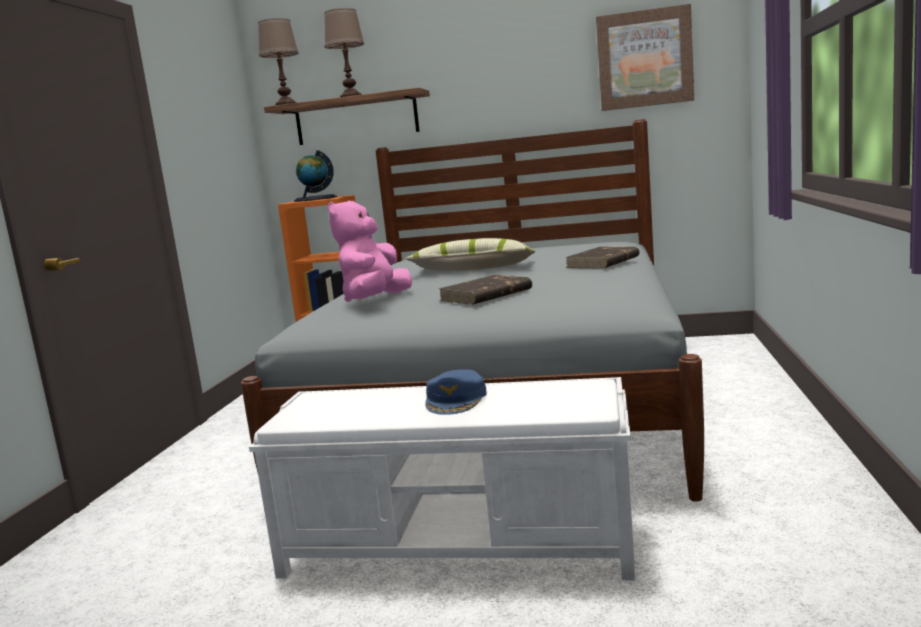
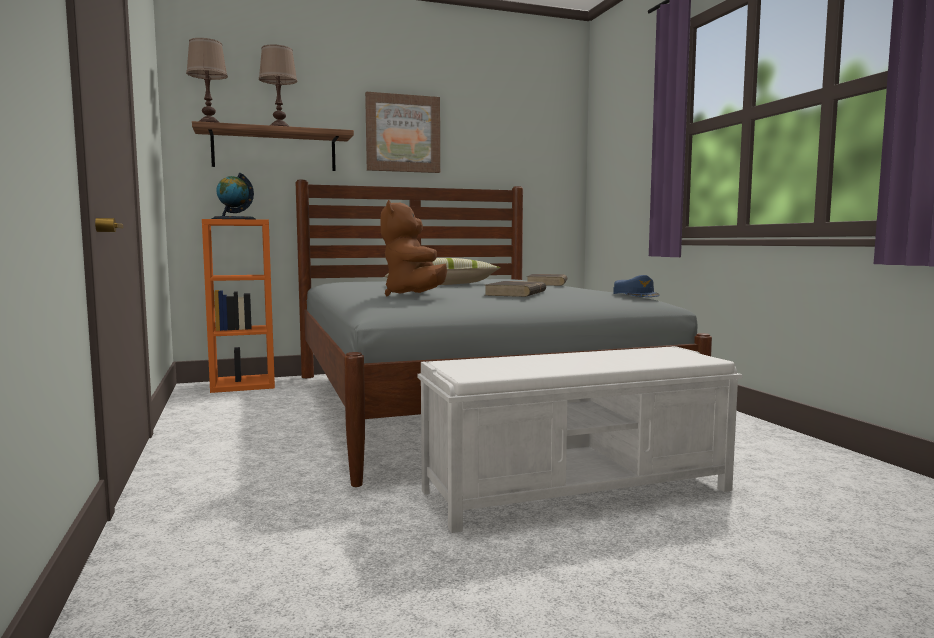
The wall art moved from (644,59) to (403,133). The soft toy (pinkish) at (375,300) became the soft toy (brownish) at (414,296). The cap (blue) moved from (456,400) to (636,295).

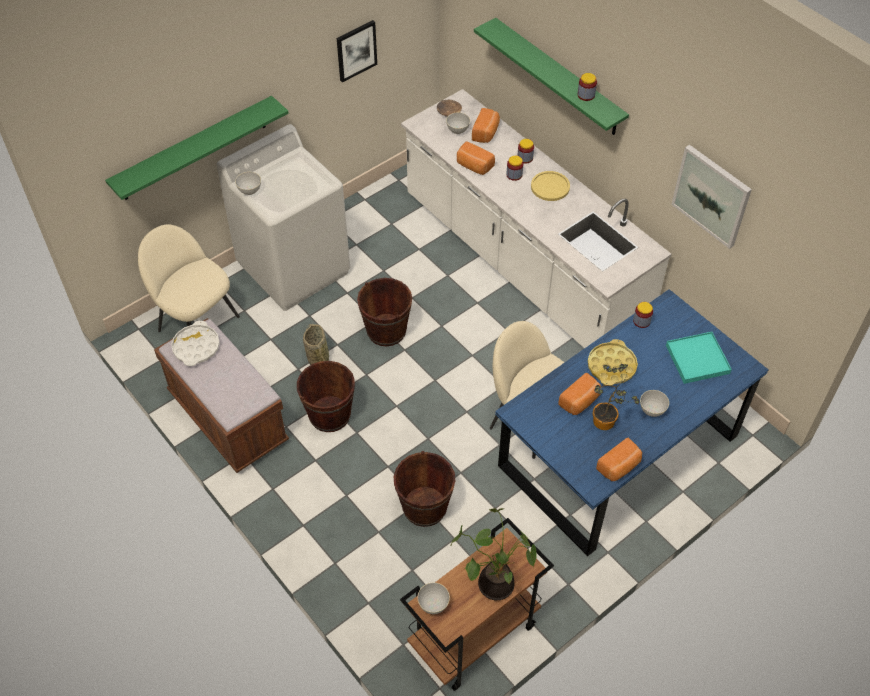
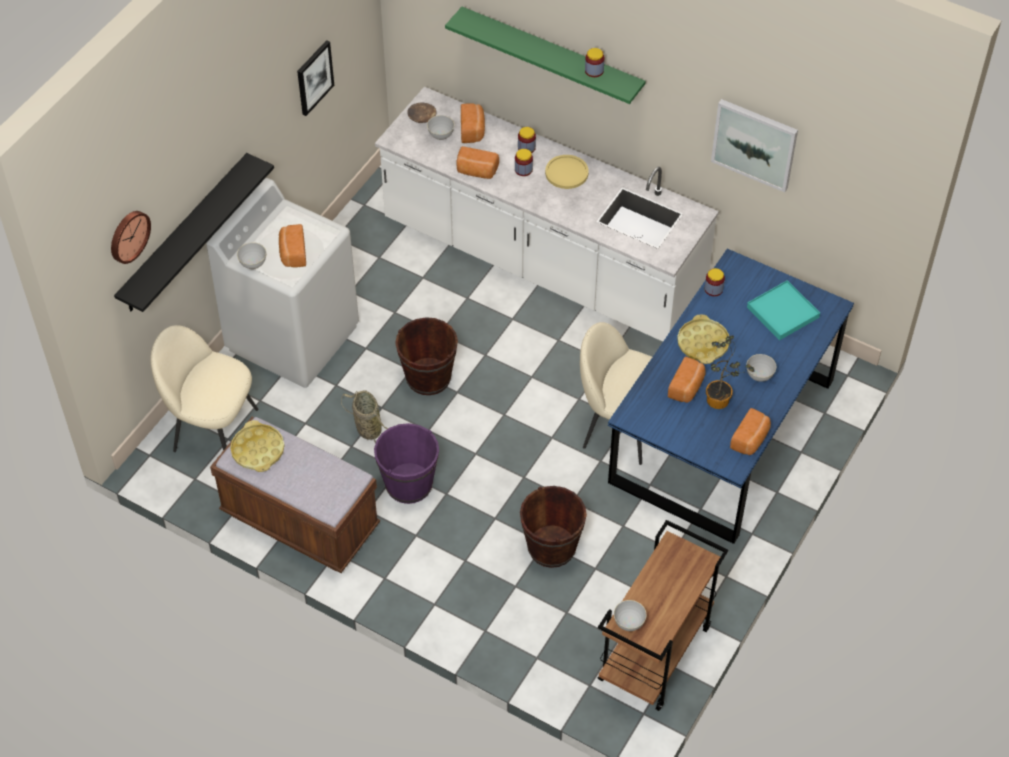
The hanging clock at (128,236) appeared. The bracket shelf (green) at (194,149) became the bracket shelf (black-coloured) at (185,234). The carrying tray (whitish) at (196,347) became the carrying tray (yellow-coloured) at (258,450). The baked bread at (292,253) appeared. The bucket (brownish) at (329,415) became the bucket (purple-coloured) at (409,484). The houseplant at (494,582) disappeared.

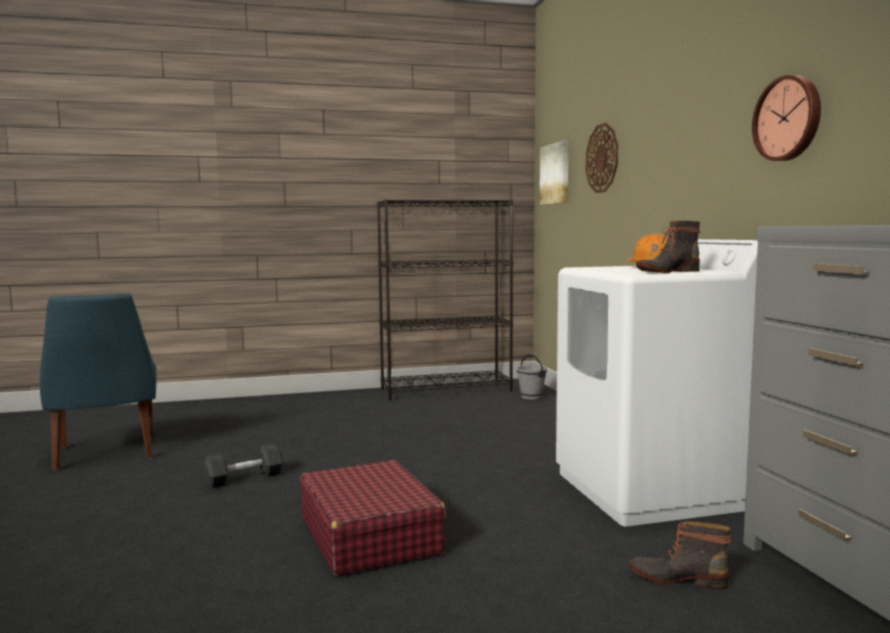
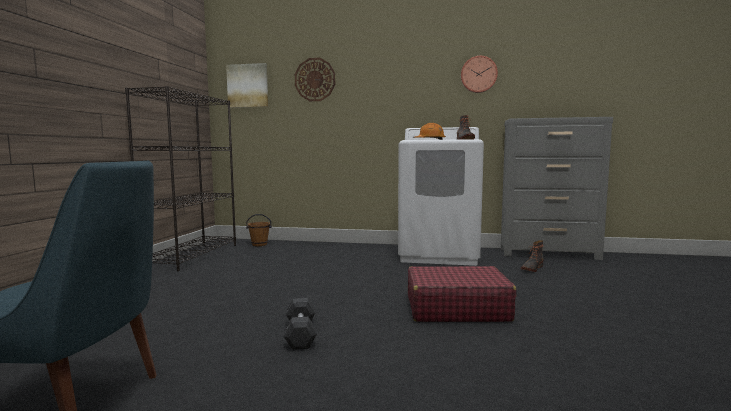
The bucket (gray) at (531,397) became the bucket (brownish) at (259,244).

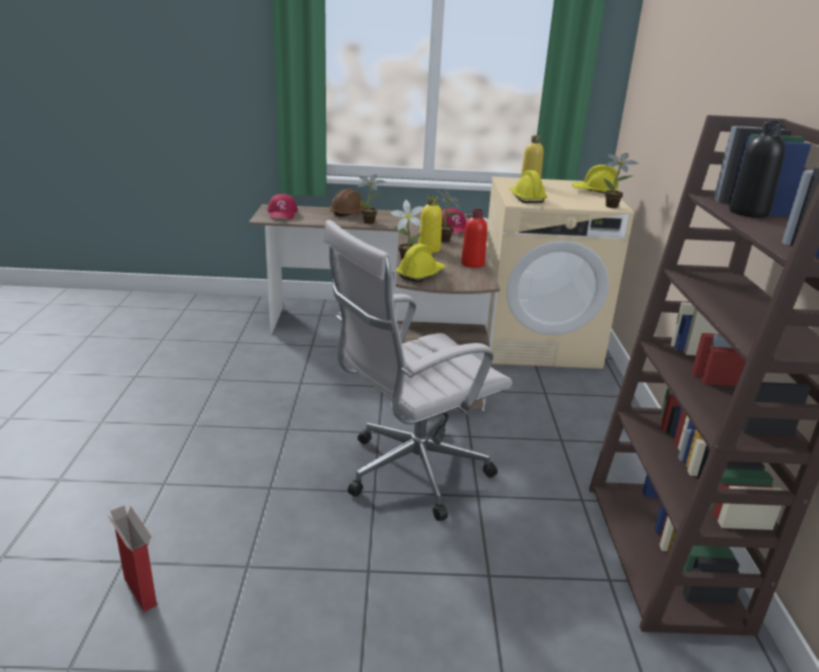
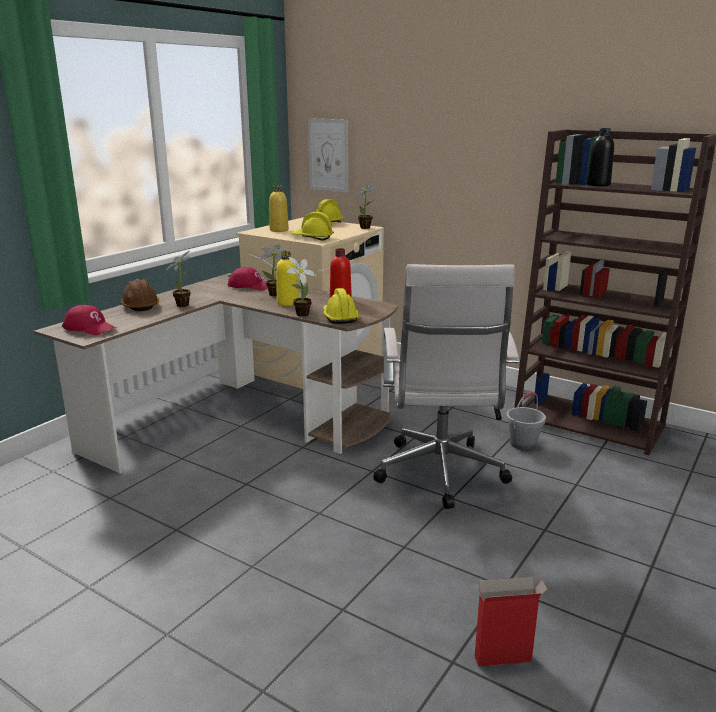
The wall art at (328,155) appeared. The bucket (gray) at (523,444) appeared.

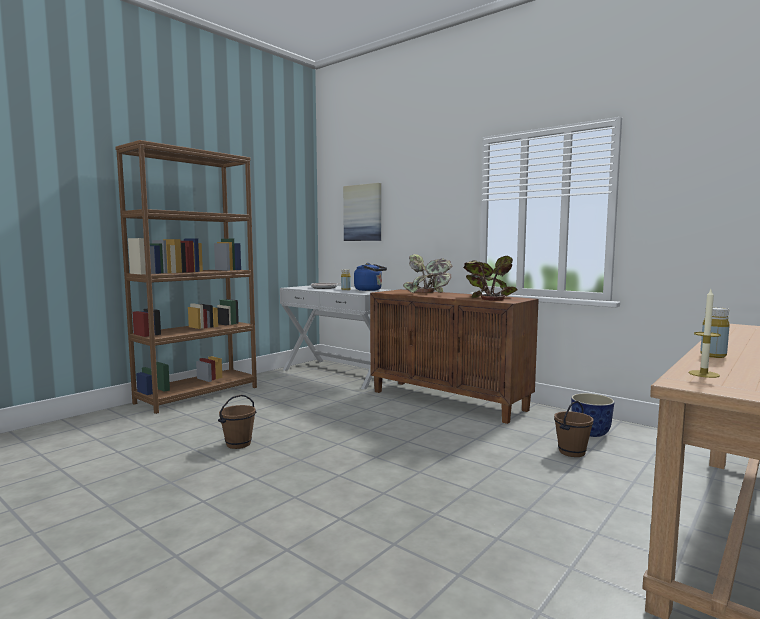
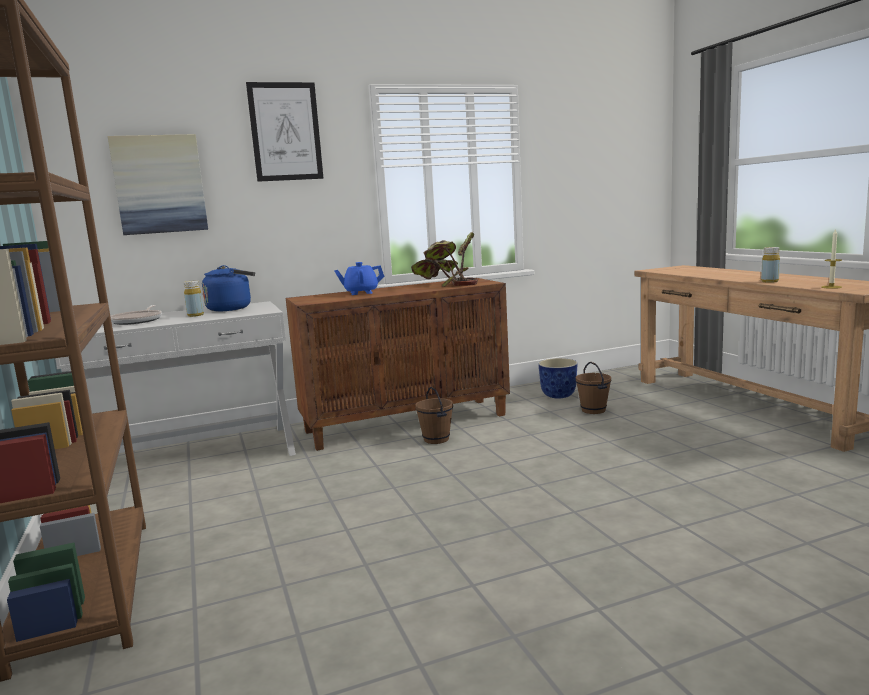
The wall art at (285,132) appeared. The houseplant at (429,293) was replaced by the pot for tea (blue) at (361,293). The bucket (brownish) moved from (238,444) to (437,439).

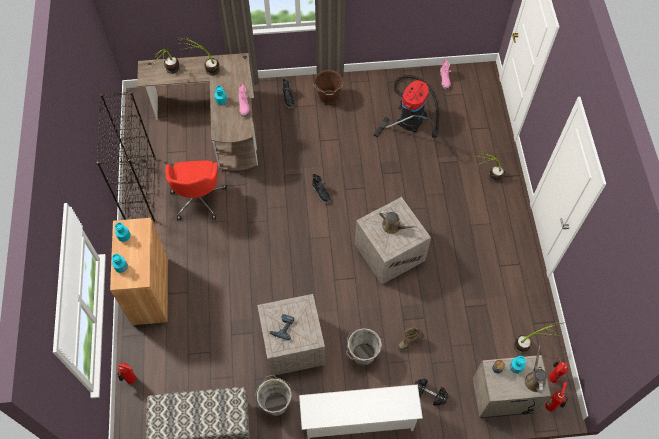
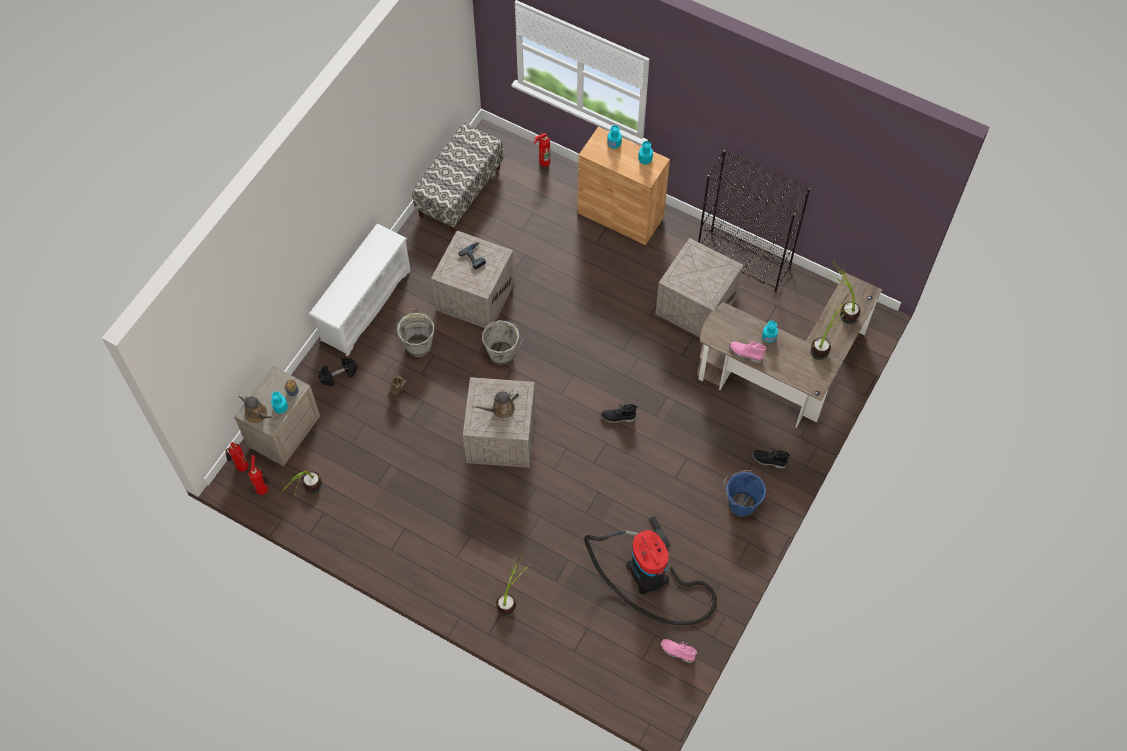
The bucket (gray) moved from (275,403) to (502,354). The office chair (red-coloured) at (198,198) was replaced by the packing crate at (696,304). The bucket (brownish) at (328,98) became the bucket (blue) at (741,504).

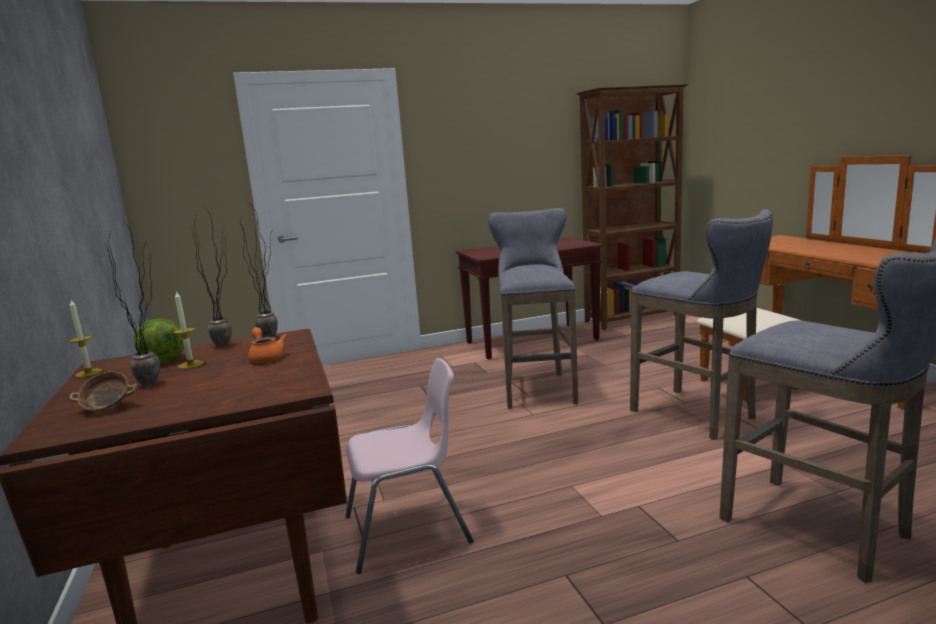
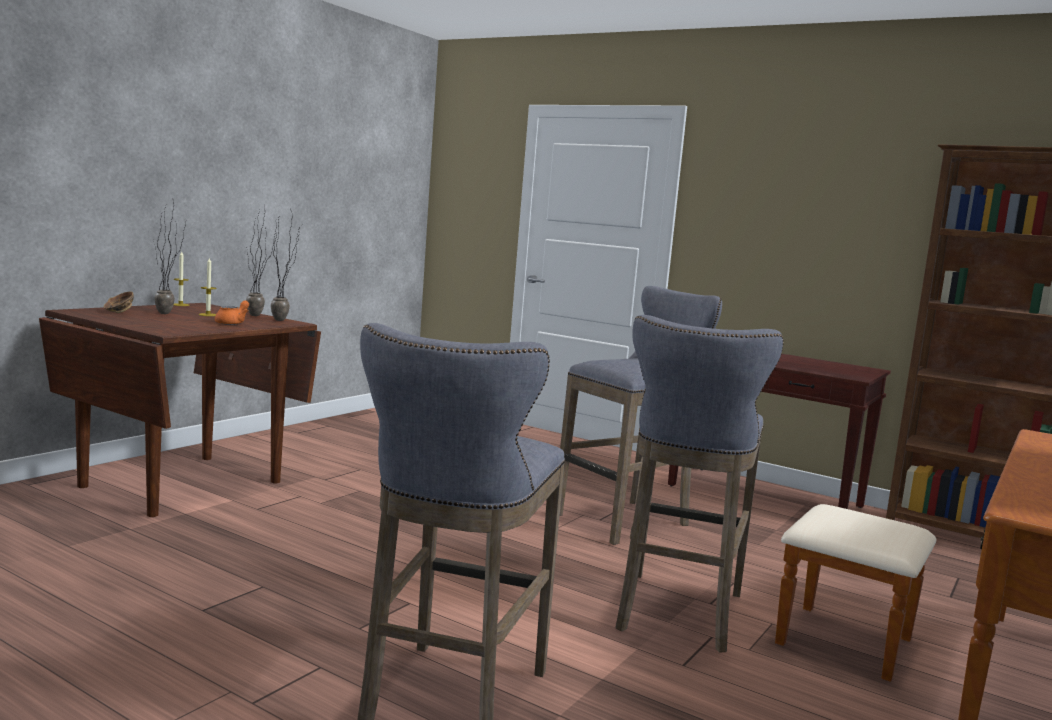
The lettuce head at (160,359) disappeared. The upright chair (pinkish) at (409,530) disappeared.

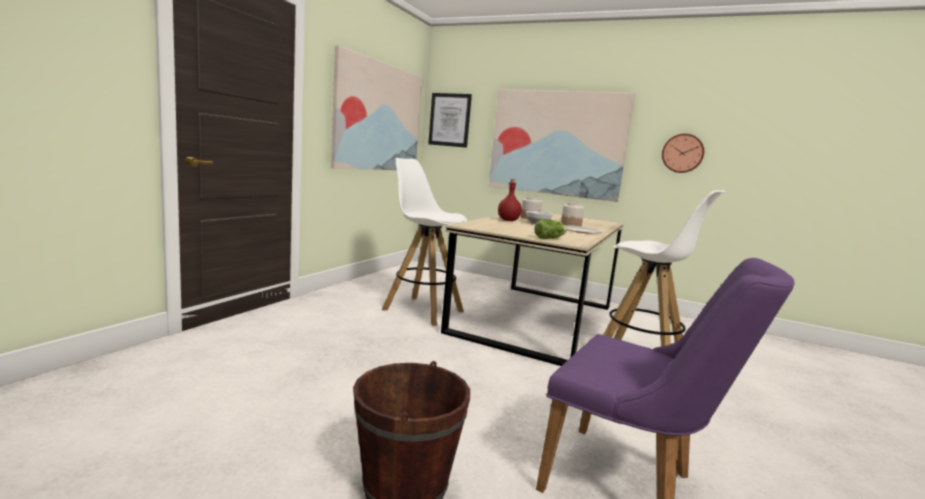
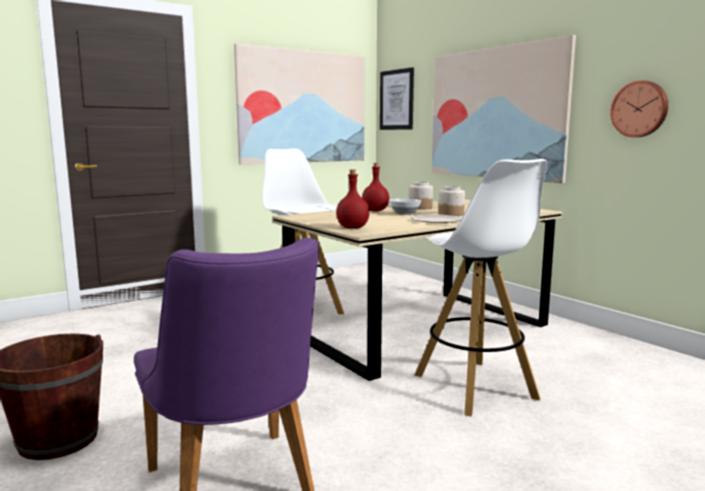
The lettuce head at (550,238) was replaced by the bottle (red-coloured) at (352,228).

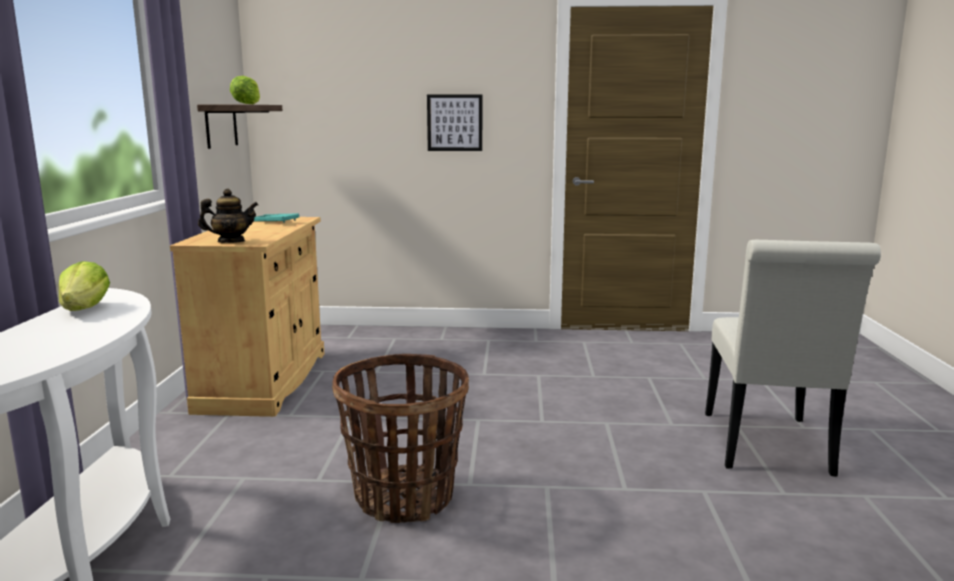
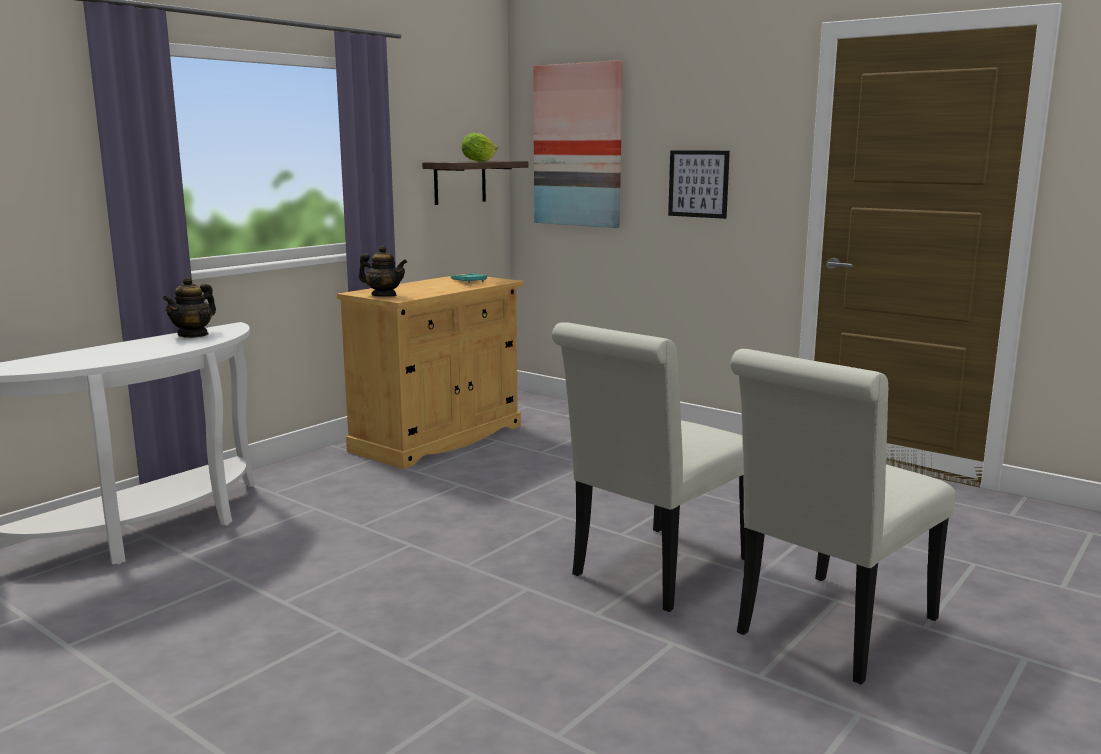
The lettuce head at (85,308) was replaced by the pot for tea at (193,334). The wall art at (578,145) appeared. The upright chair (whitish) at (654,572) appeared. The storage basket at (404,497) disappeared.

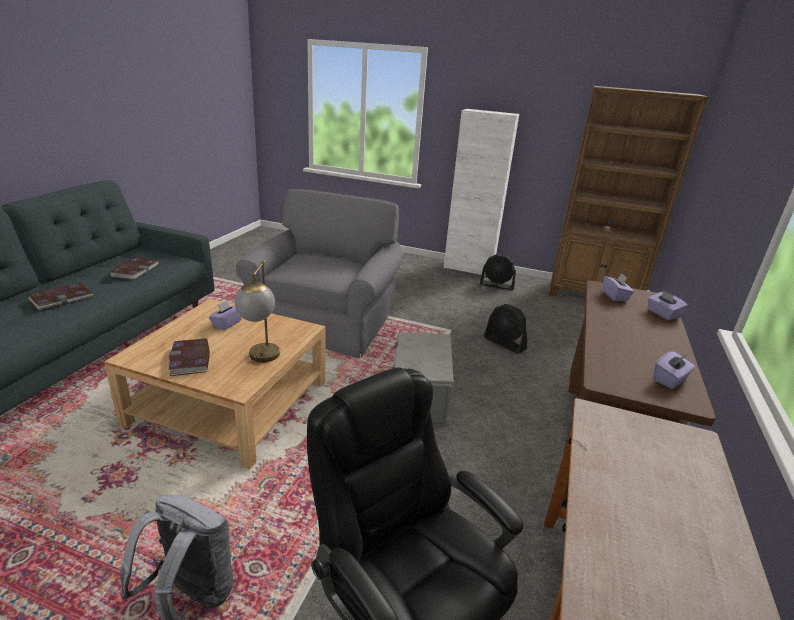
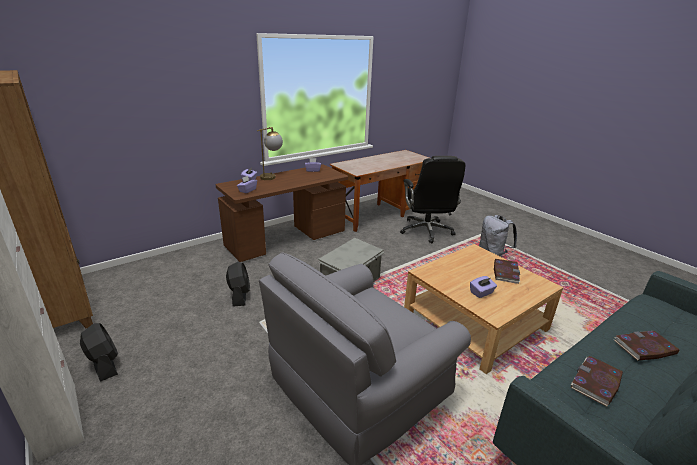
The tabletop lamp moved from (262,360) to (271,176).

